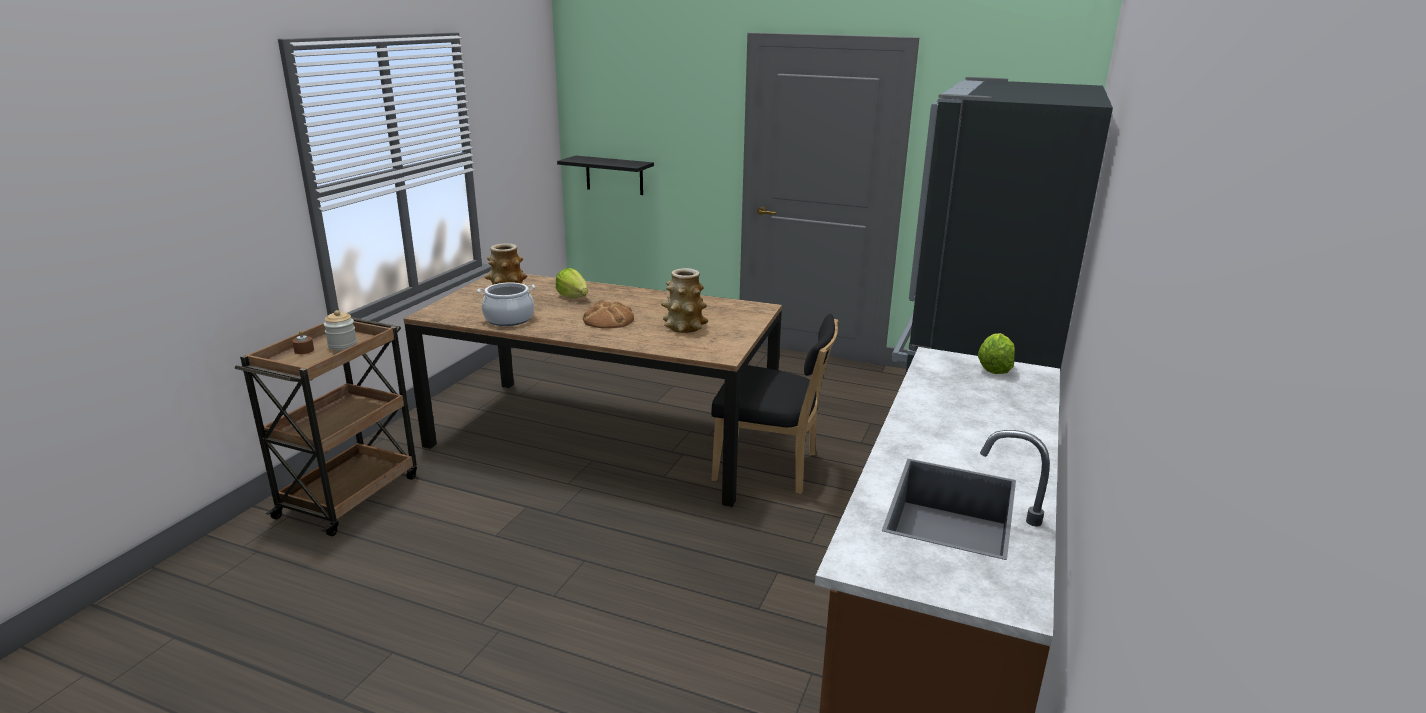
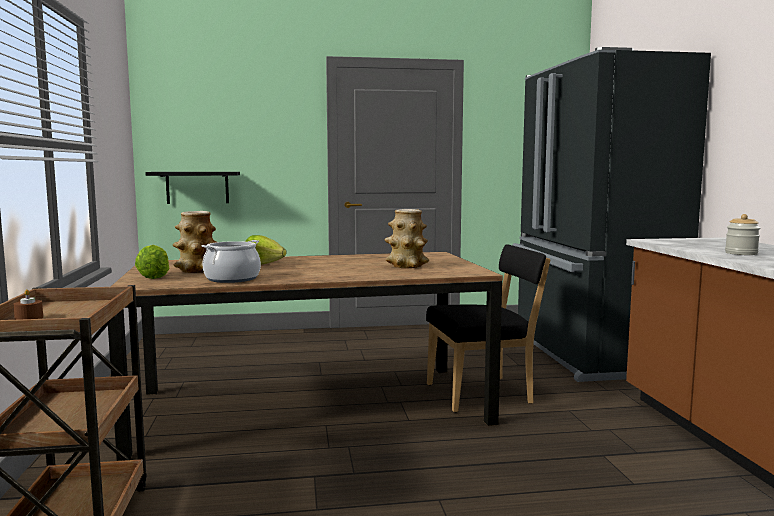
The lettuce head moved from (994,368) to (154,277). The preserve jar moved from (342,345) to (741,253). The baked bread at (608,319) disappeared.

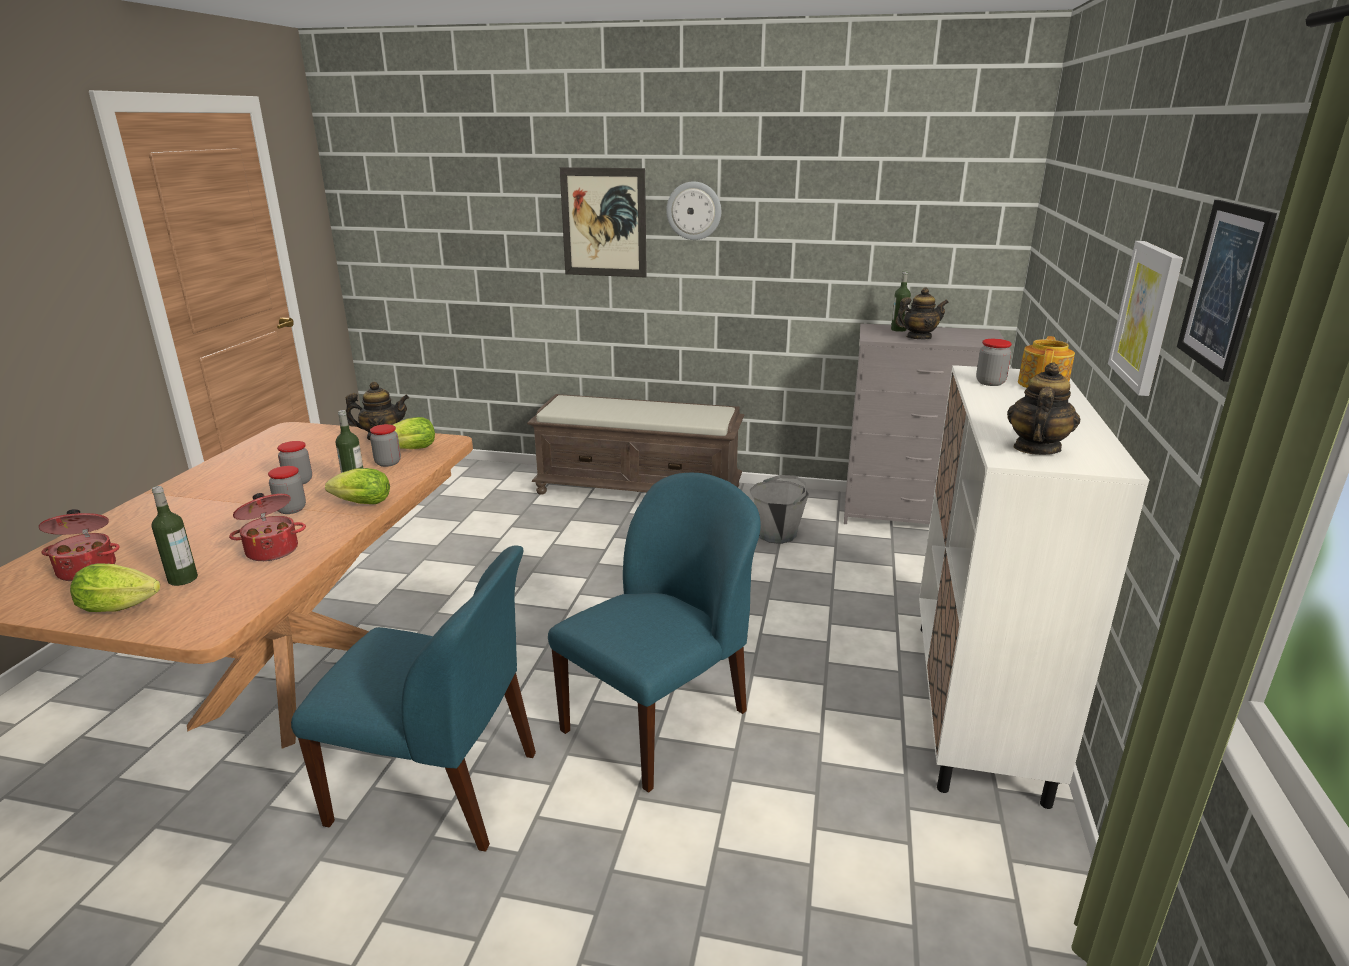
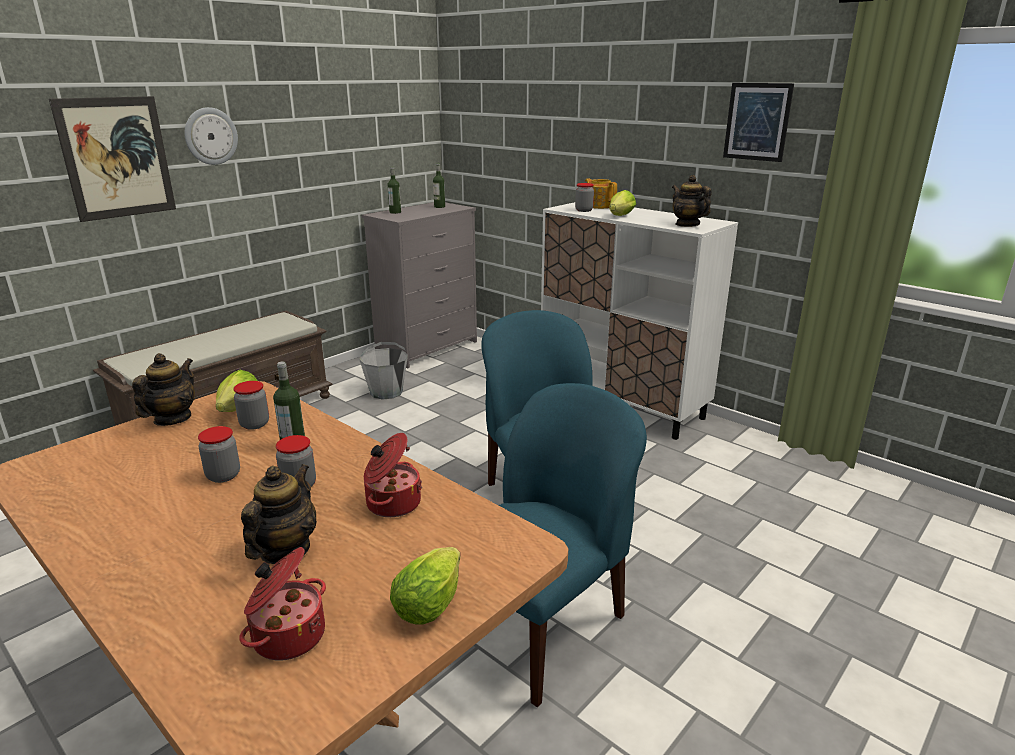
The pot for tea moved from (918,337) to (285,550). The bottle moved from (183,579) to (439,207). The lettuce head moved from (359,503) to (619,216). The wall art at (1147,316) disappeared.

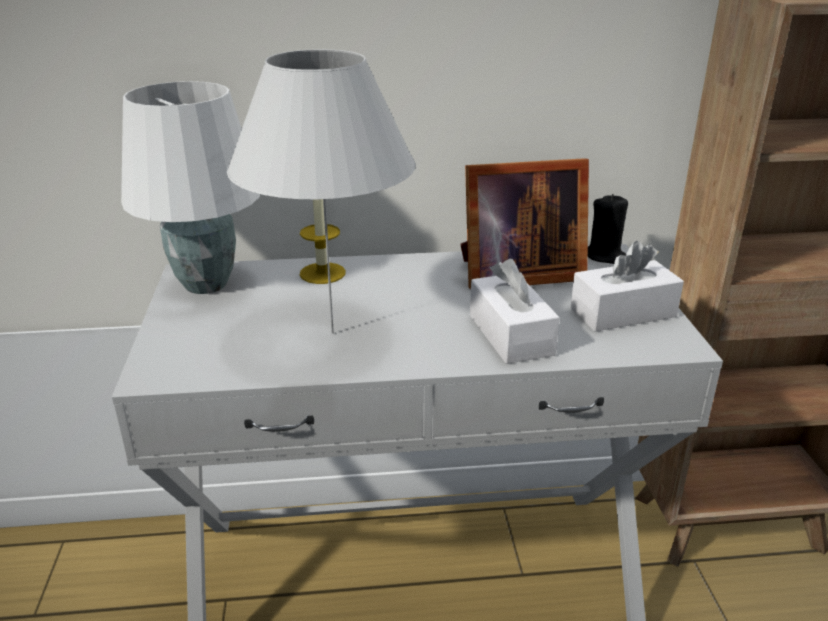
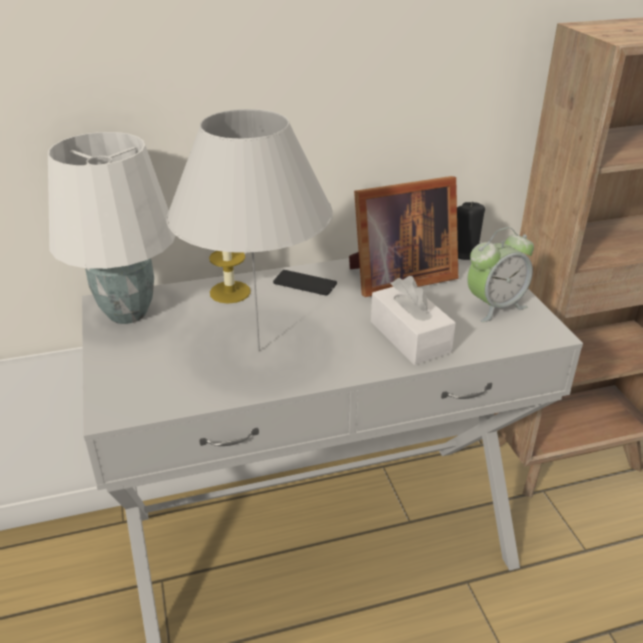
The handset at (305,283) appeared. The box of tissues (whitish) at (623,312) was replaced by the table clock at (494,306).

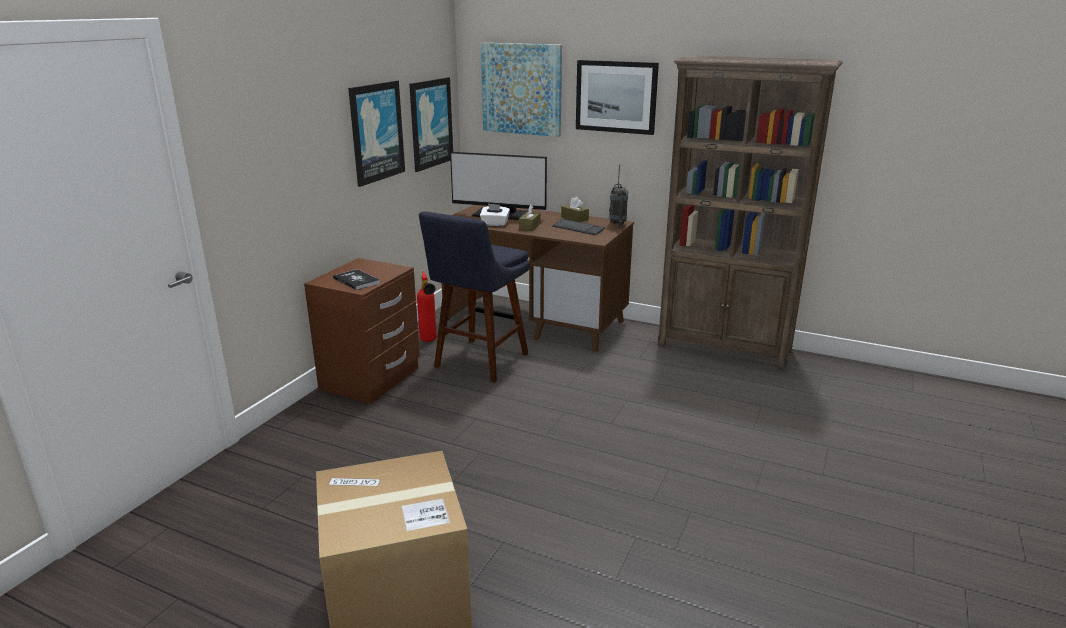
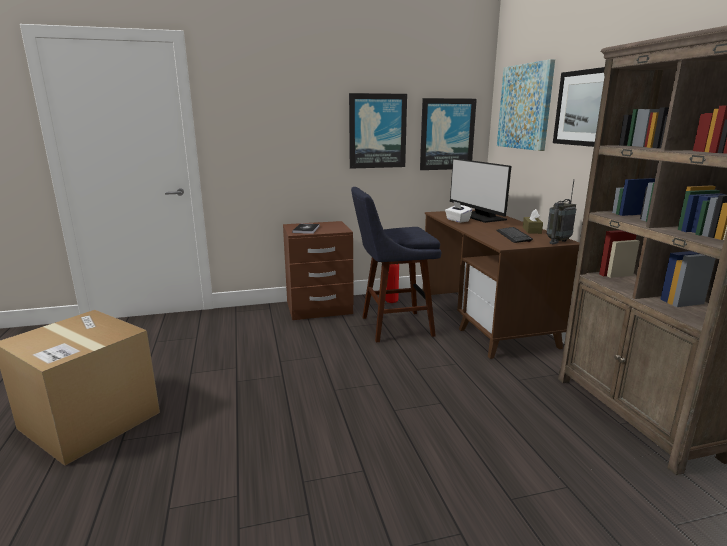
The box of tissues (brownish) at (529,226) disappeared.

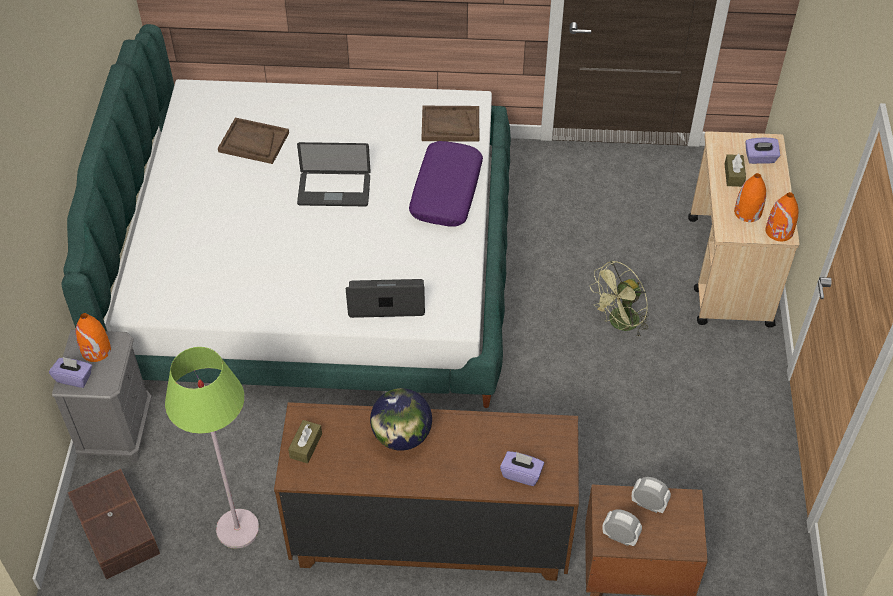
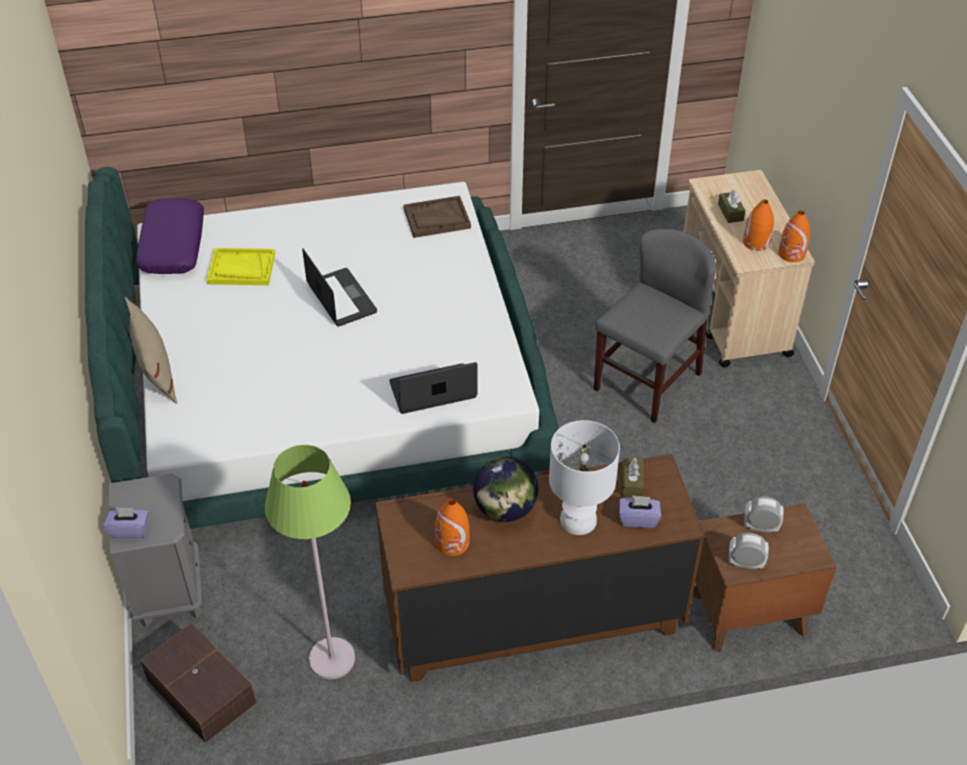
The pillow (sand-coloured) at (154,367) appeared. The pillow (purple-coloured) moved from (445,191) to (172,245). The carrying tray (brownish) at (253,142) became the carrying tray (yellow-coloured) at (241,268). The portable computer at (334,190) turned 105 degrees counterclockwise. The flower vase (orange-coloured) moved from (96,350) to (452,542). The tabletop lamp (whitish) at (579,520) appeared. The fan (green) at (619,324) was replaced by the upright chair (gray) at (647,381). The box of tissues (brownish) moved from (306,446) to (631,482). The box of tissues (purple-coloured) at (760,158) disappeared.

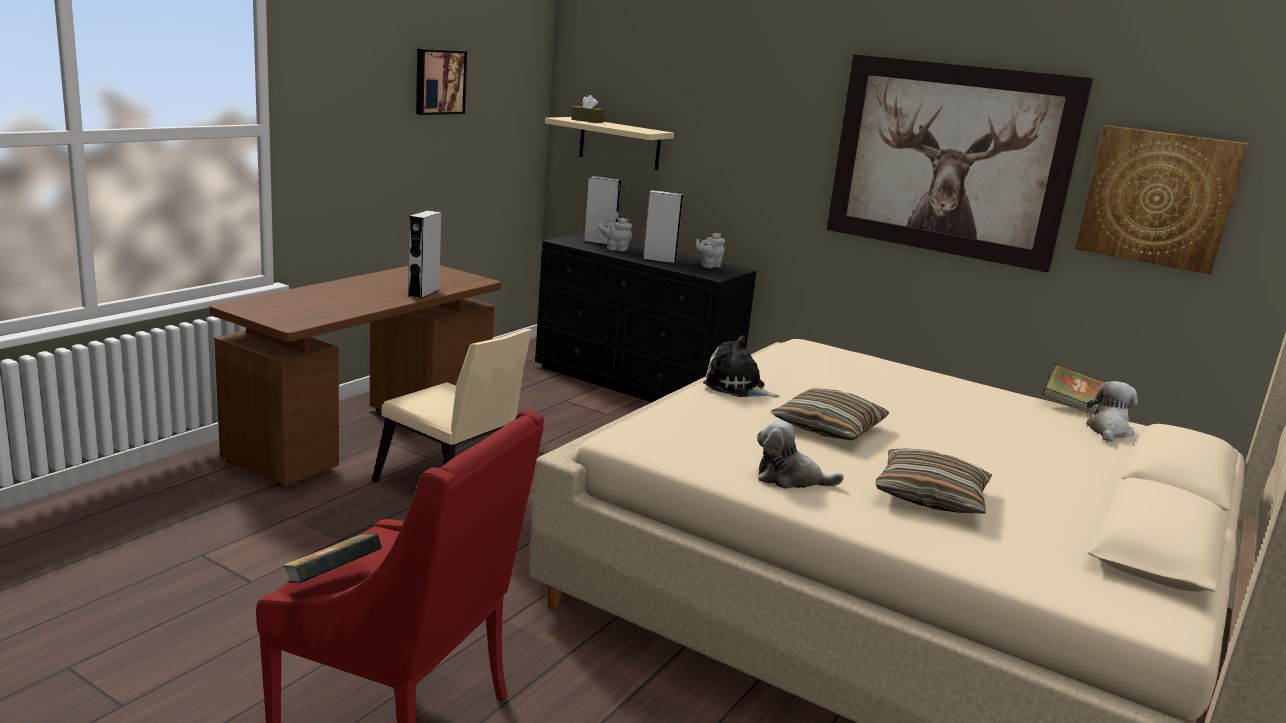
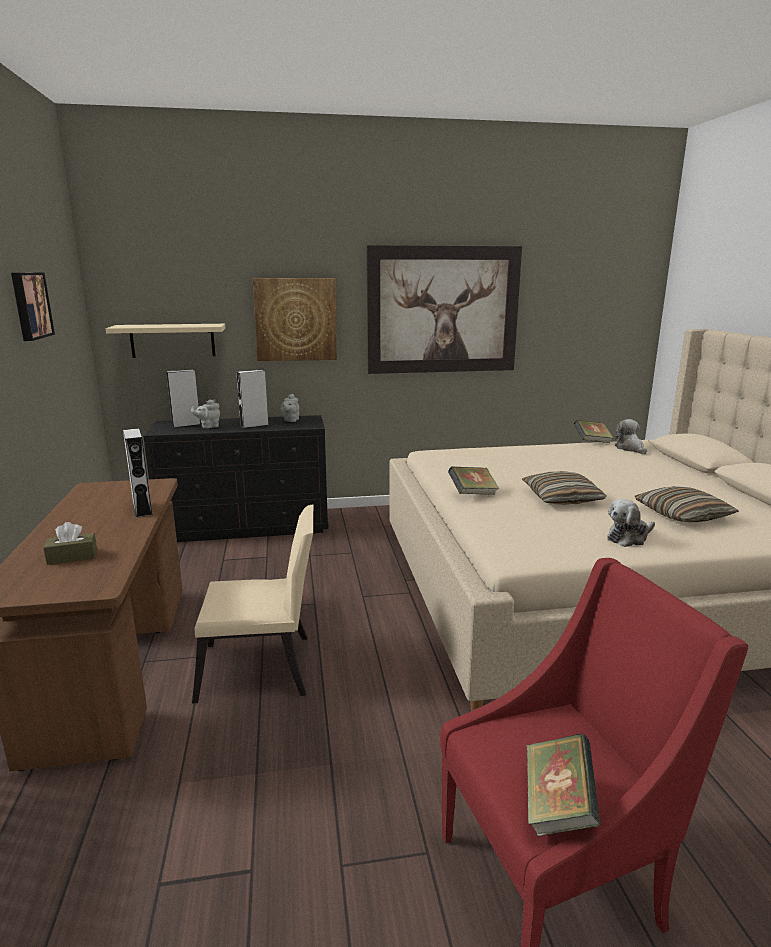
The box of tissues (brownish) moved from (587,121) to (72,557). The wall art moved from (1157,198) to (295,319). The soft toy at (737,387) was replaced by the bound book at (472,494).

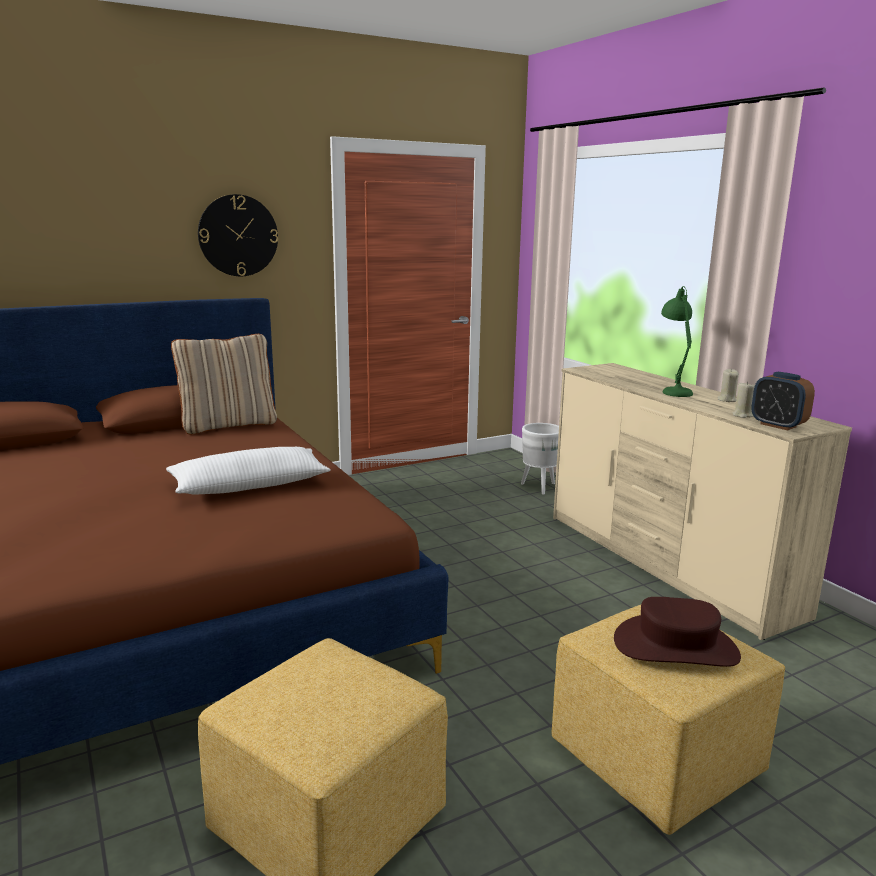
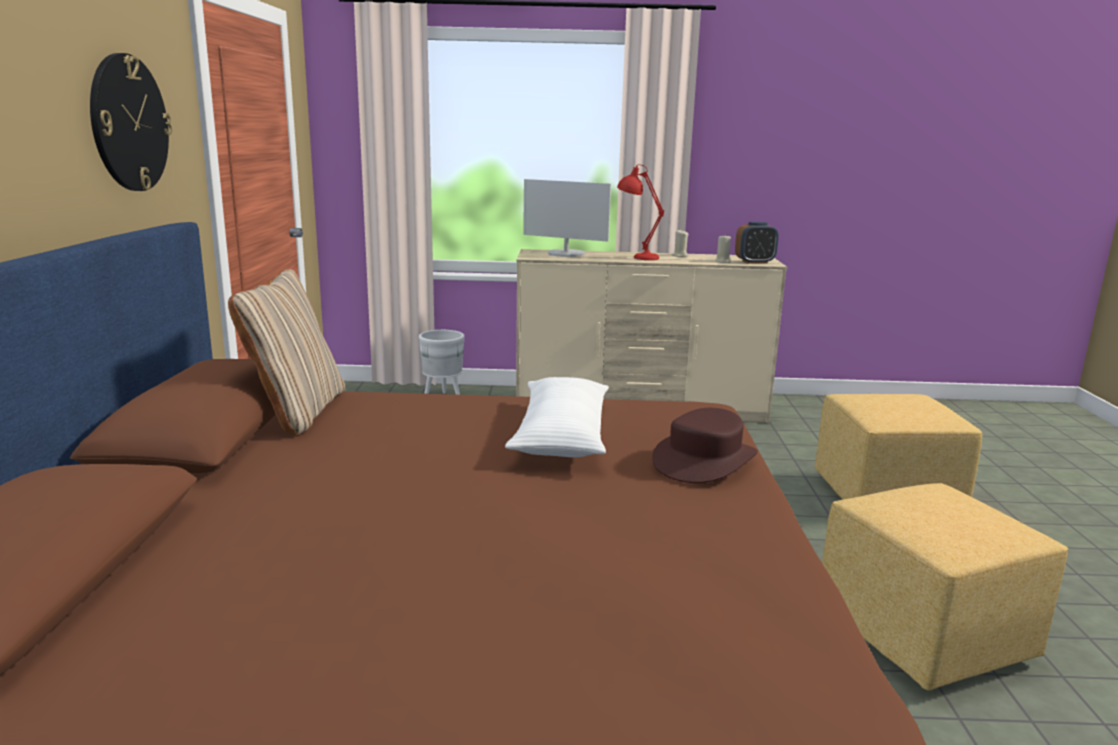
The computer display at (566,254) appeared. The tabletop lamp (green) at (673,390) became the tabletop lamp (red-coloured) at (636,257). The clothing hat (brownish) moved from (676,646) to (704,460).

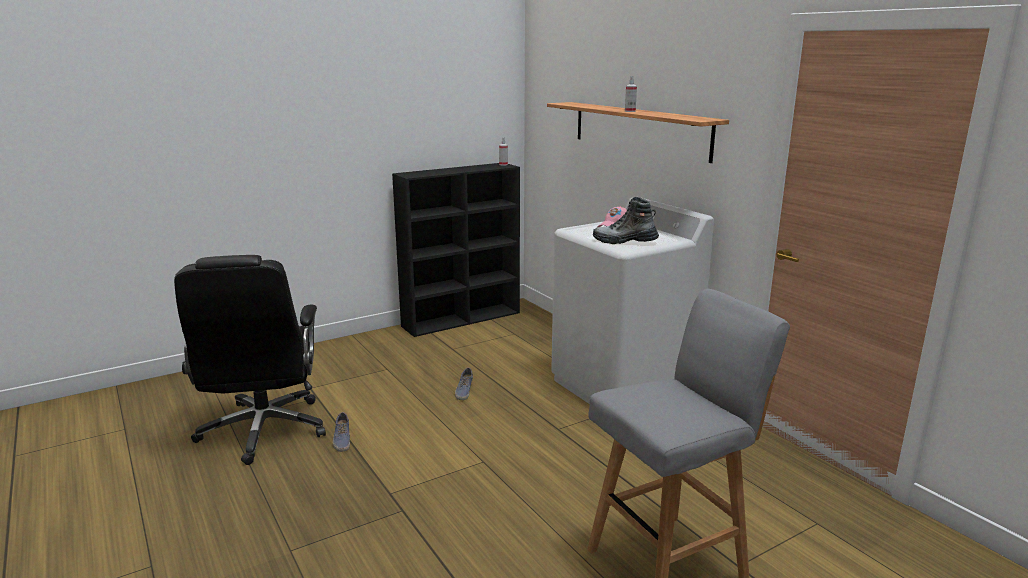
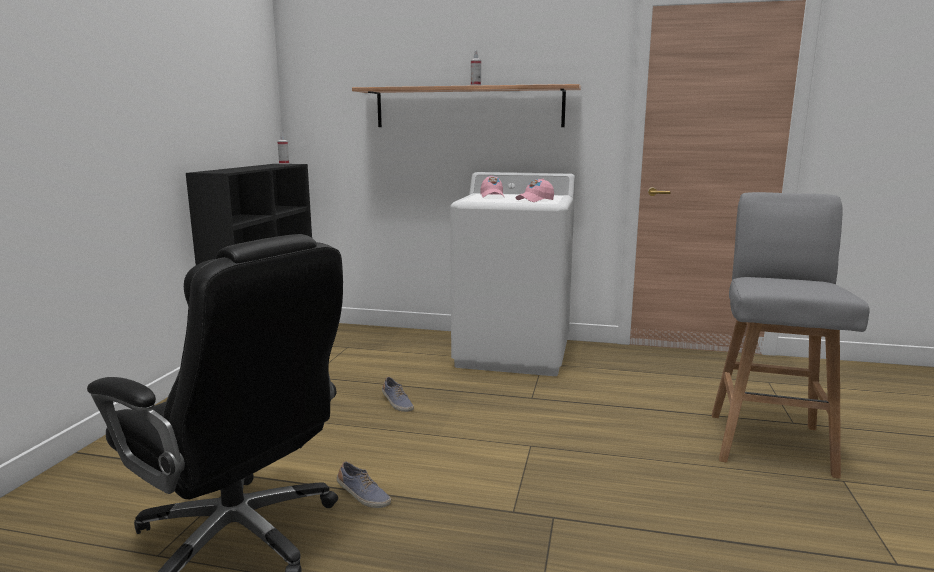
The boot at (624,241) was replaced by the cap (pinkish) at (535,200).

